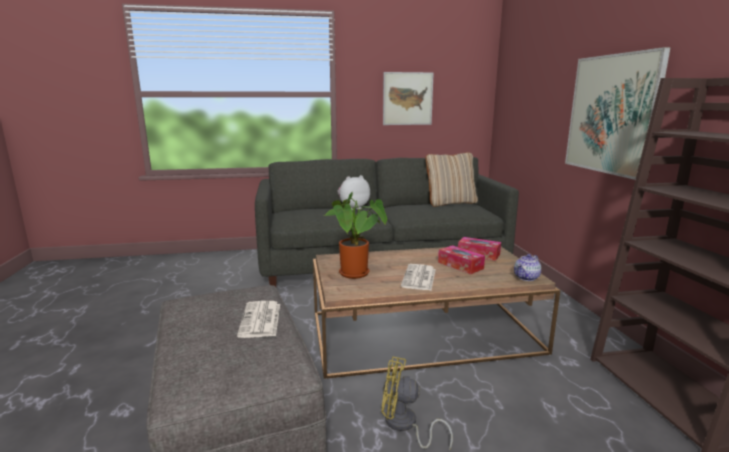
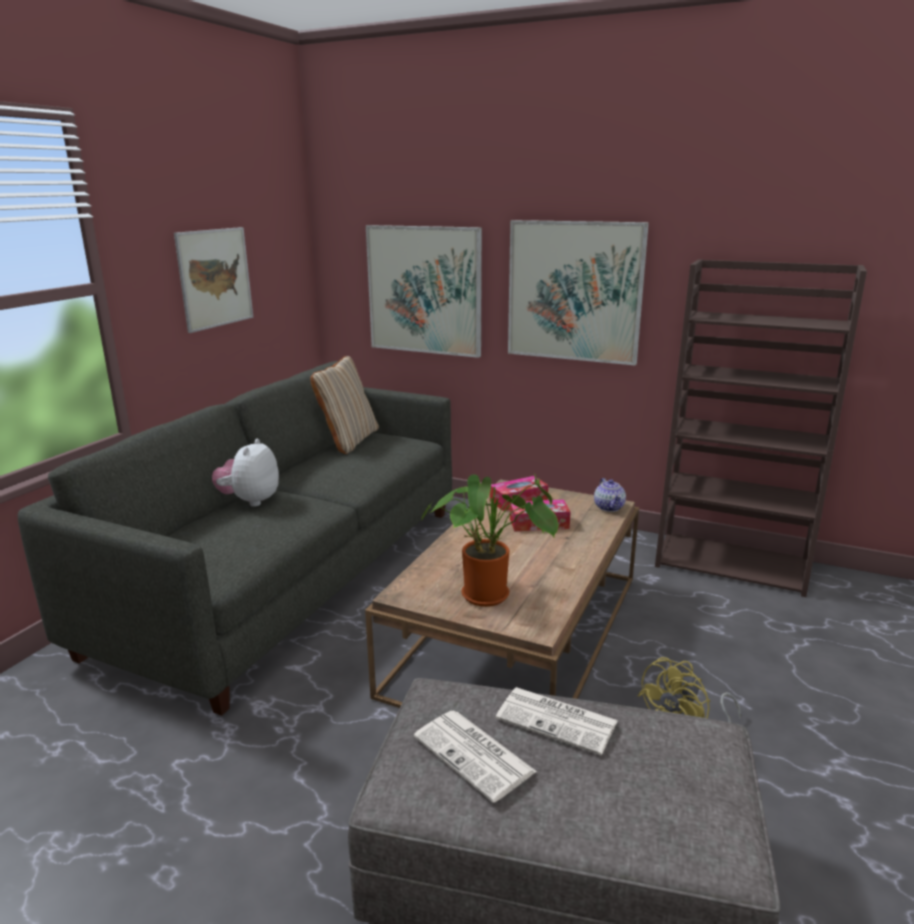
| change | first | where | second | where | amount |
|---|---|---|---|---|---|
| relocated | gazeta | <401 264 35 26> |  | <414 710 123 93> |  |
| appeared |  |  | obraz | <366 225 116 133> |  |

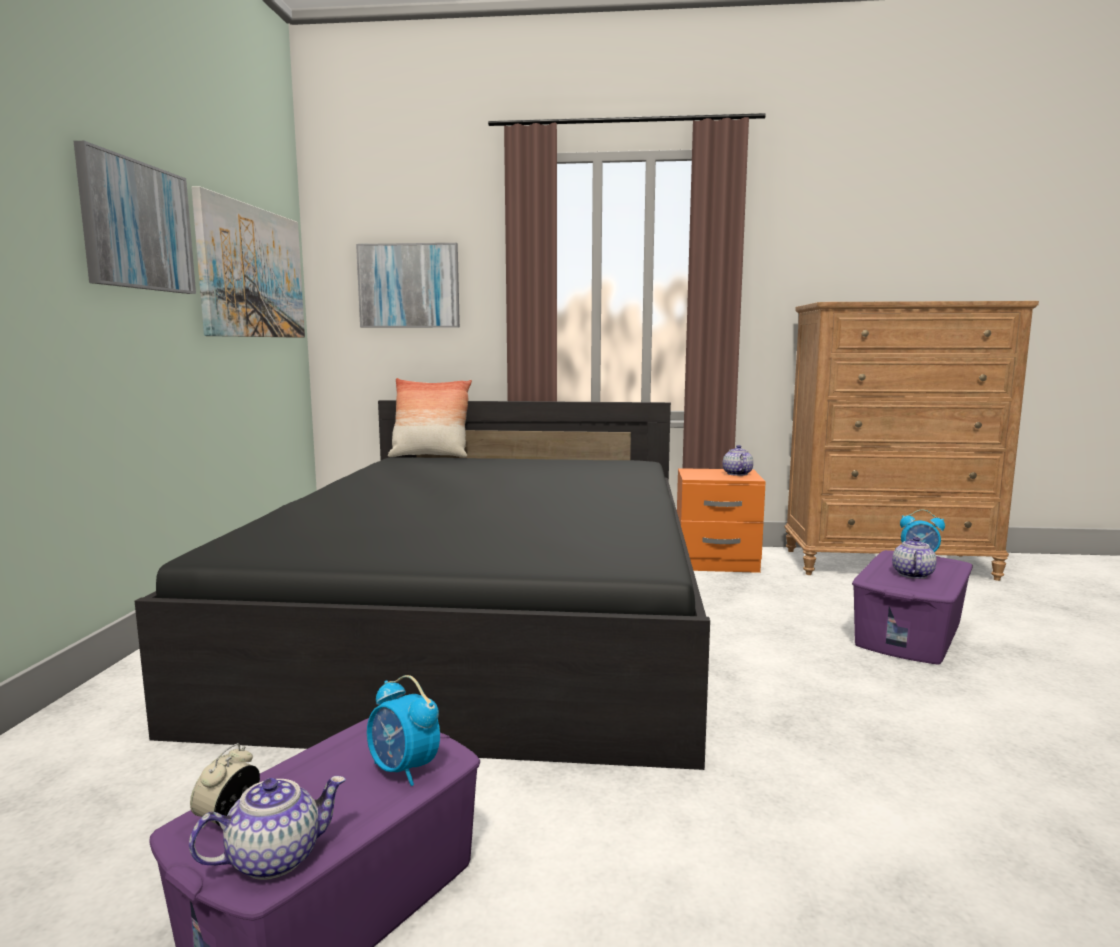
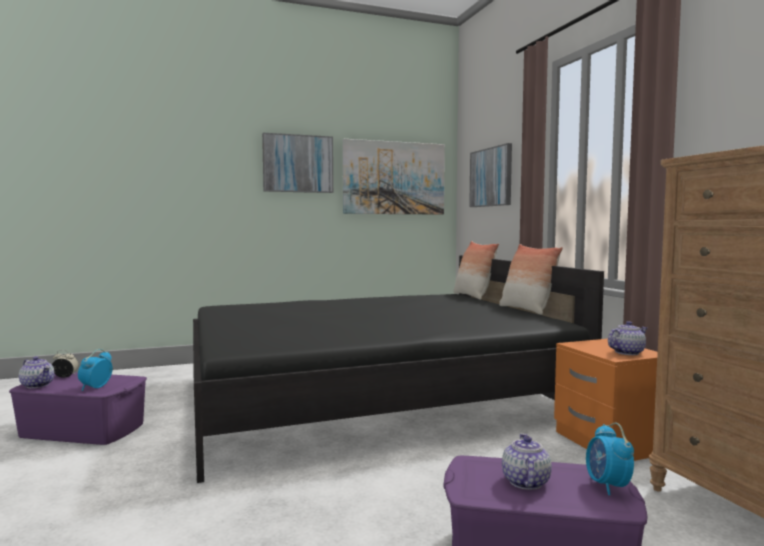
| change | first | where | second | where | amount |
|---|---|---|---|---|---|
| spun | imbryk | <892 537 45 42> |  | <502 433 50 57> | 75 degrees counterclockwise |
| appeared |  |  | poduszka | <499 244 64 71> |  |

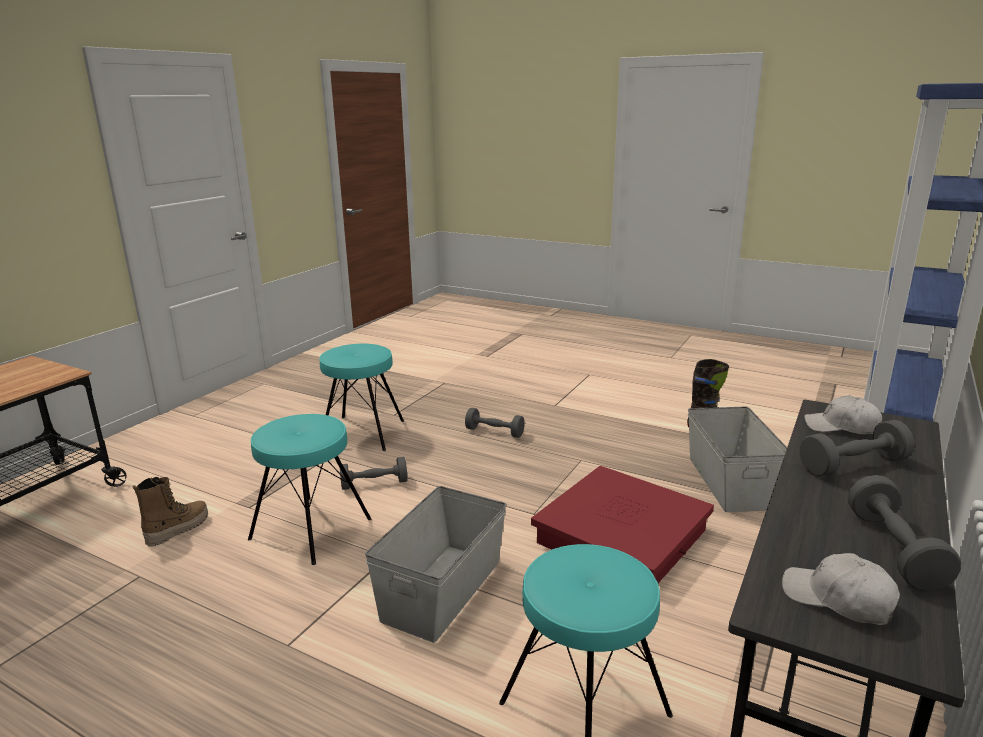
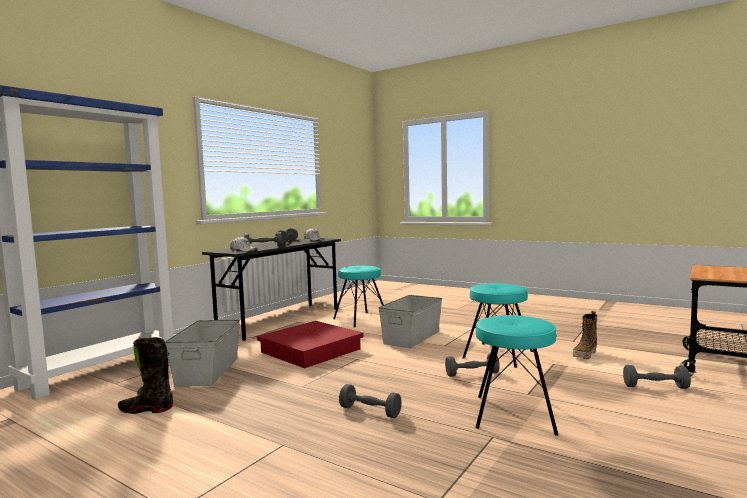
| change | first | where | second | where | amount |
|---|---|---|---|---|---|
| appeared |  |  | hantel [szary] | <623 365 68 24> |  |

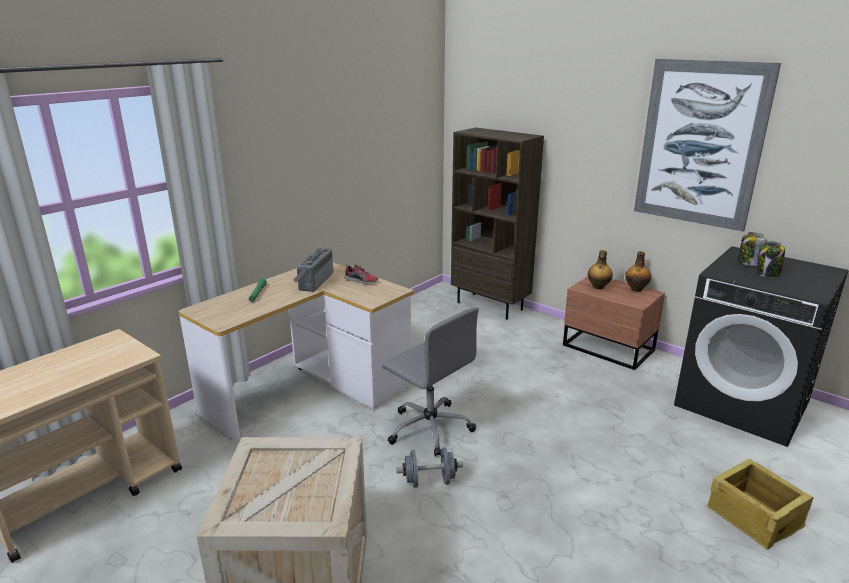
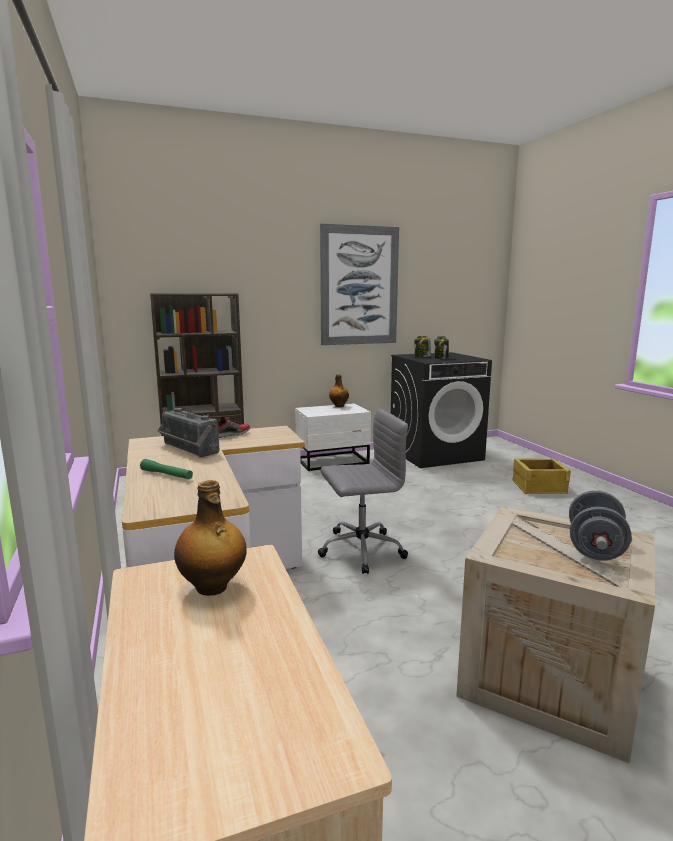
| change | first | where | second | where | amount |
|---|---|---|---|---|---|
| relocated | butelka | <588 250 25 39> |  | <174 480 73 116> |  |
| colour | szafka nocna [brązowy] | <563 276 102 94> | szafka nocna [biały] | <295 403 76 68> |  |
| relocated | hantel [szary] | <397 447 66 41> |  | <569 490 63 71> |  |

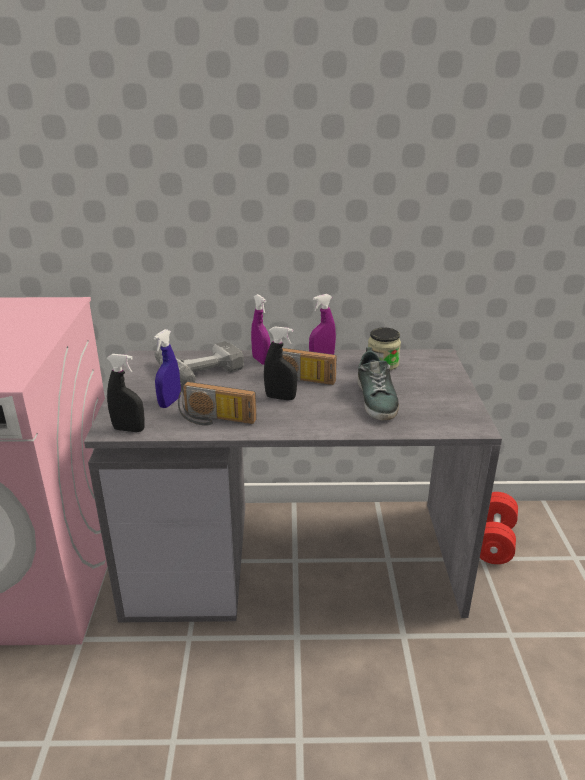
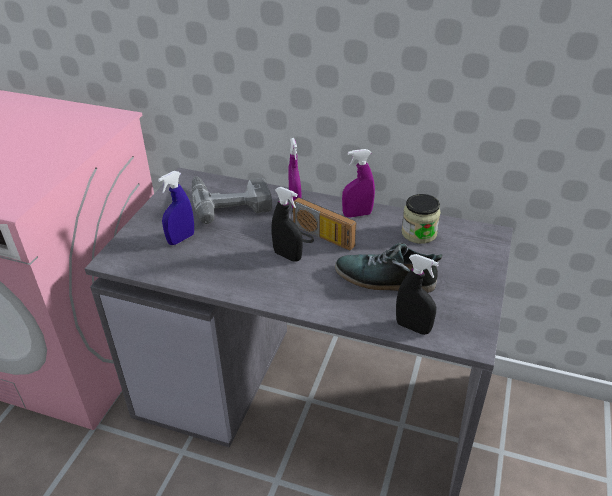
| change | first | where | second | where | amount |
|---|---|---|---|---|---|
| spun | but | <358 347 41 74> |  | <335 243 108 50> | 90 degrees clockwise |
| relocated | spryskiwacz [czarny] | <107 354 38 78> |  | <396 254 43 81> |  |
| missing | radio | <178 382 79 44> |  |  |  |
| missing | hantel [czerwony] | <480 492 38 72> |  |  |  |

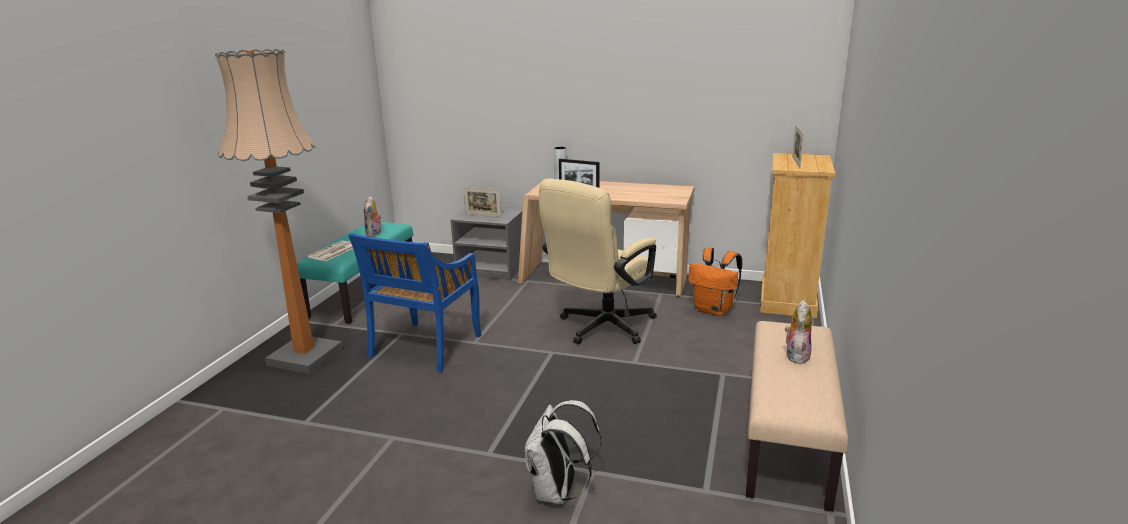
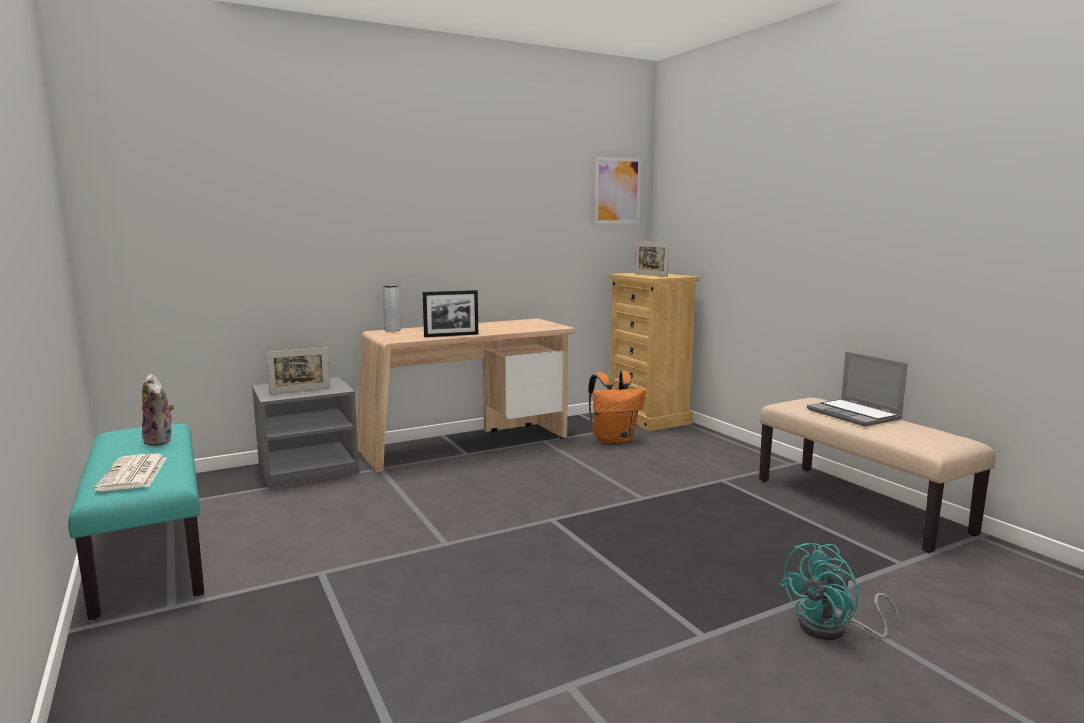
| change | first | where | second | where | amount |
|---|---|---|---|---|---|
| missing | lampa stojąca | <215 49 128 325> |  |  |  |
| missing | krzesło biurowe [beżowy] | <539 179 118 166> |  |  |  |
| missing | krzesło [niebieski] | <348 233 133 139> |  |  |  |
| exchanged | pluszak | <785 300 27 65> | laptop | <807 352 101 75> |  |
| exchanged | plecak [biały] | <525 400 76 104> | wentylator [turkusowy] | <779 543 121 97> |  |
| appeared |  |  | obraz | <595 157 46 66> |  |

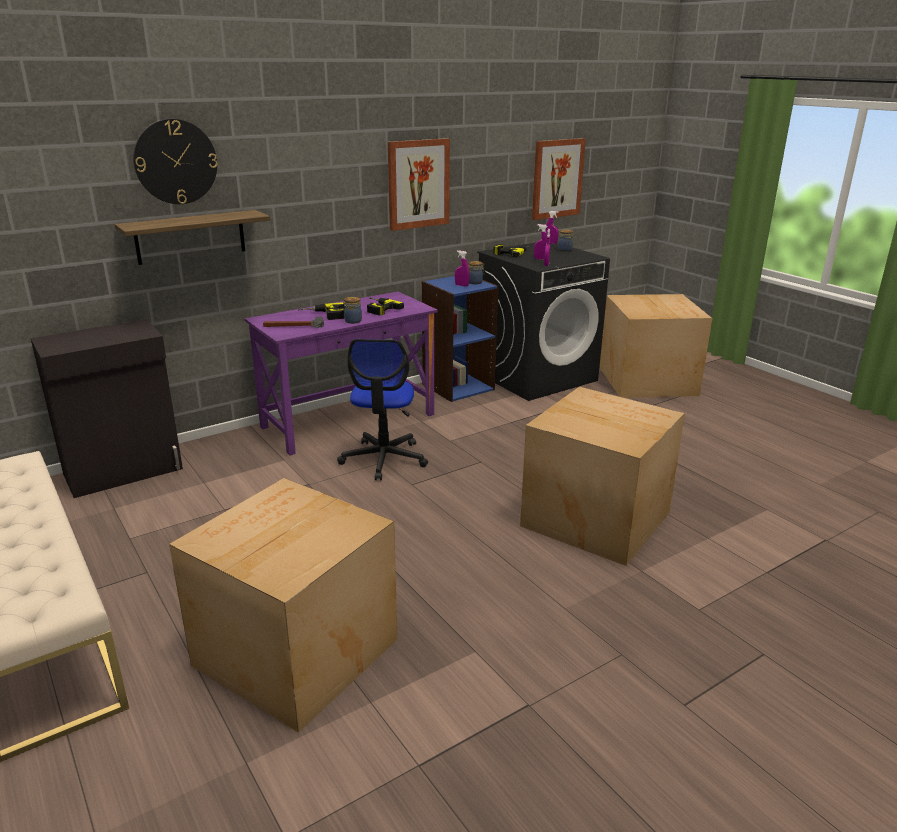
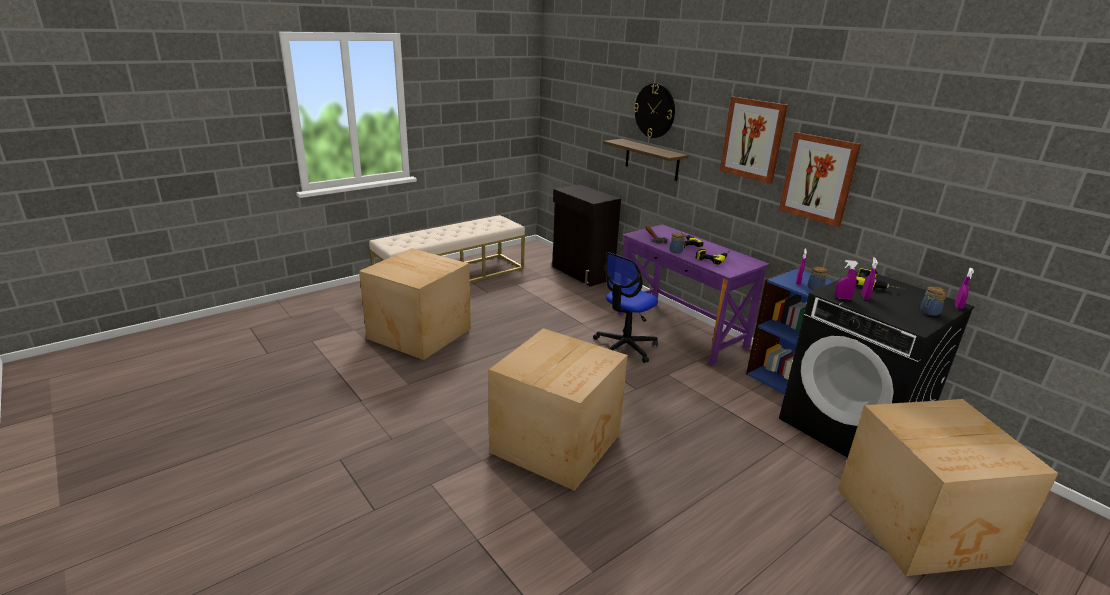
| change | first | where | second | where | amount |
|---|---|---|---|---|---|
| relocated | obraz | <532 138 54 82> |  | <720 97 68 87> |  |
| spun | krzesło biurowe | <337 339 91 141> |  | <593 252 65 111> | 45 degrees counterclockwise |

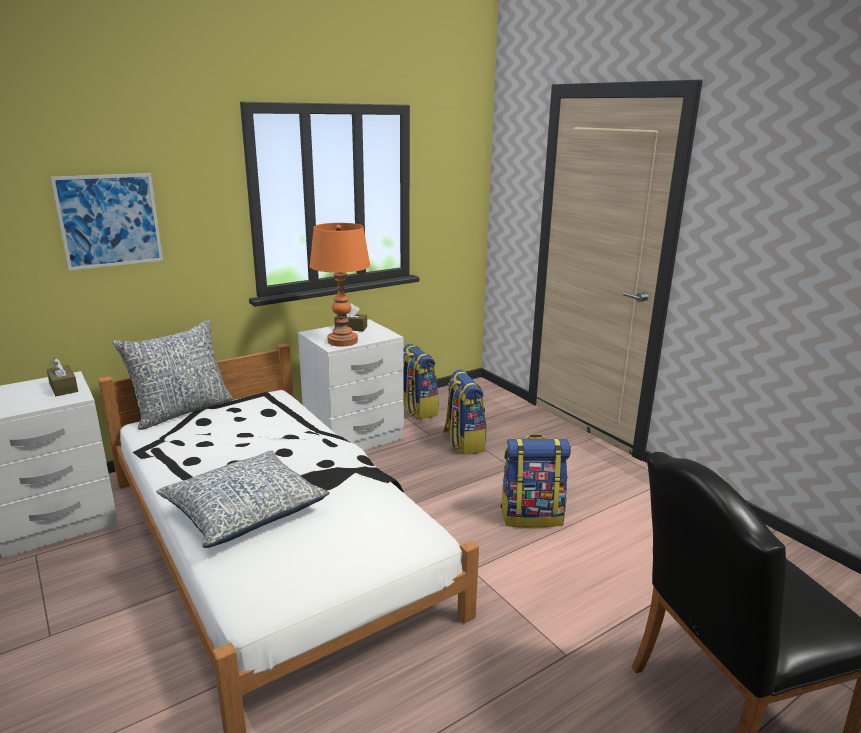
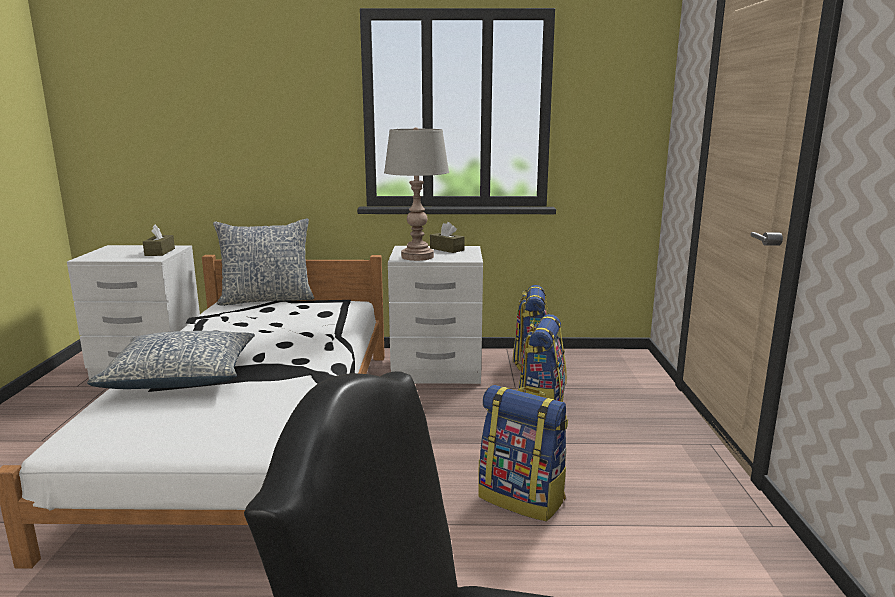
| change | first | where | second | where | amount |
|---|---|---|---|---|---|
| missing | obraz | <51 173 112 98> |  |  |  |
| colour | lampa stołowa [pomarańczowy] | <309 223 62 123> | lampa stołowa [szary] | <384 127 65 134> |  |

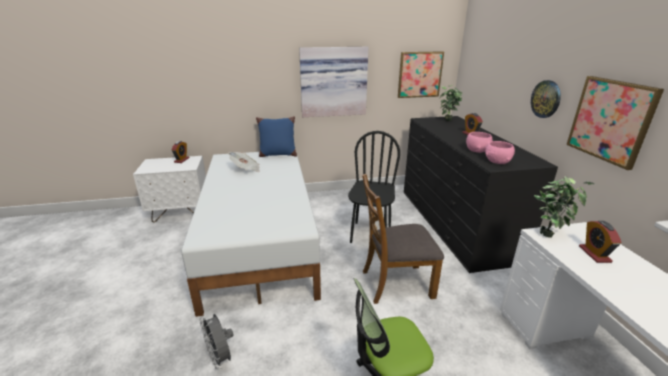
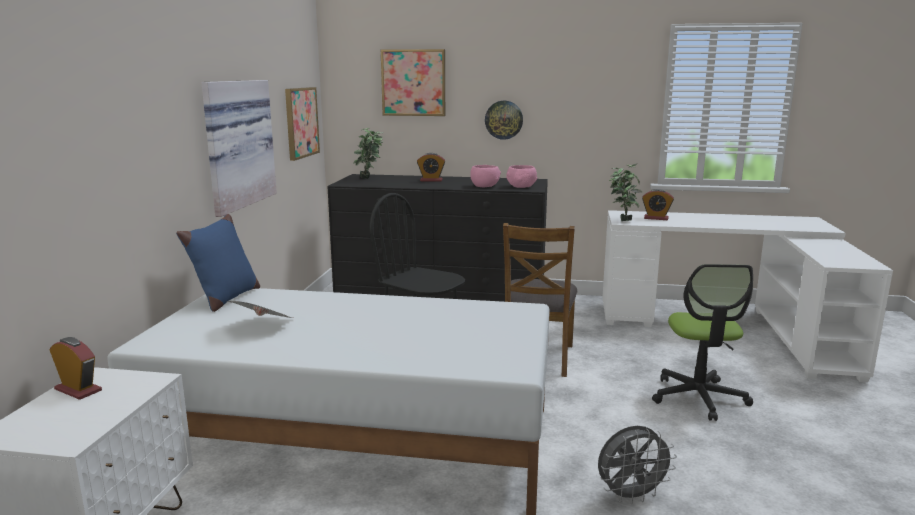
| change | first | where | second | where | amount |
|---|---|---|---|---|---|
| relocated | obraz | <566 76 98 94> |  | <381 49 64 67> |  |

